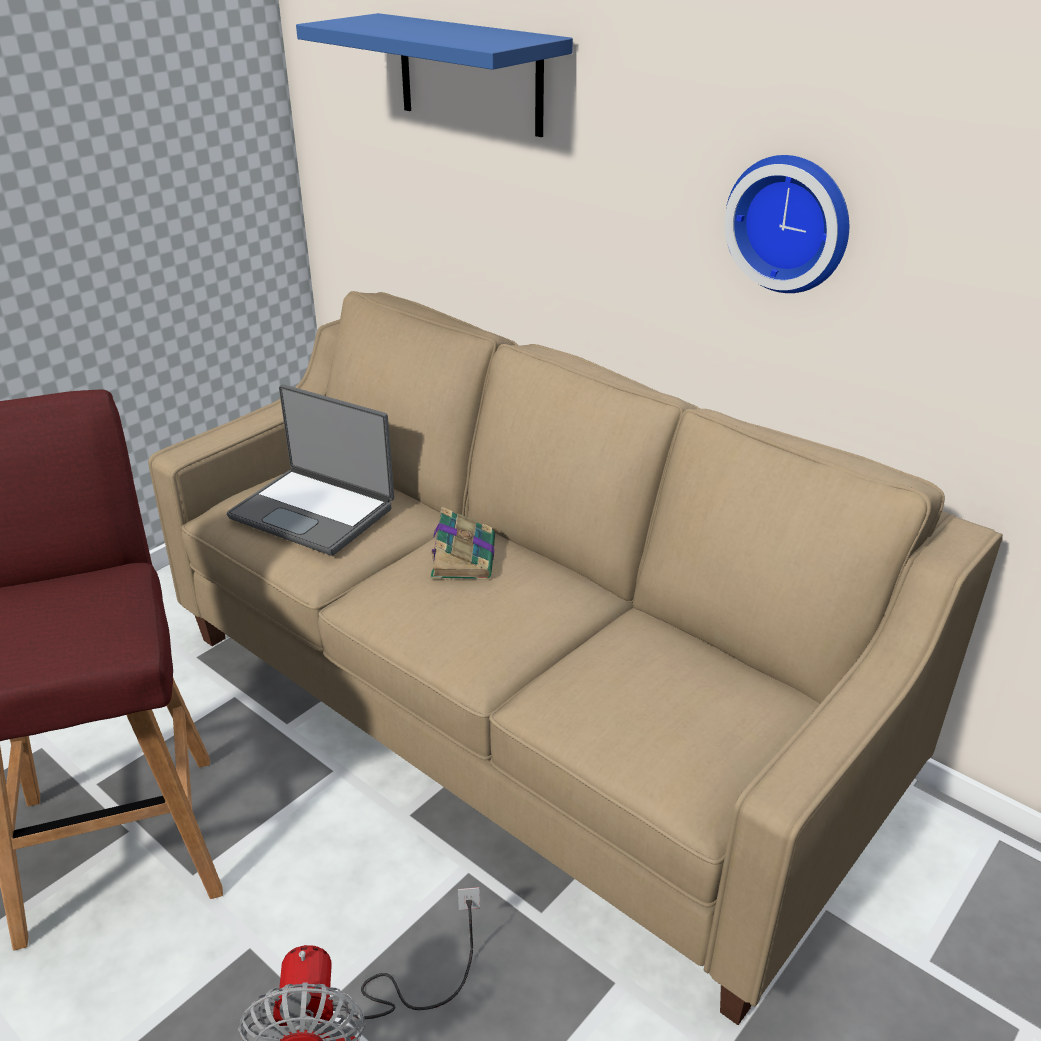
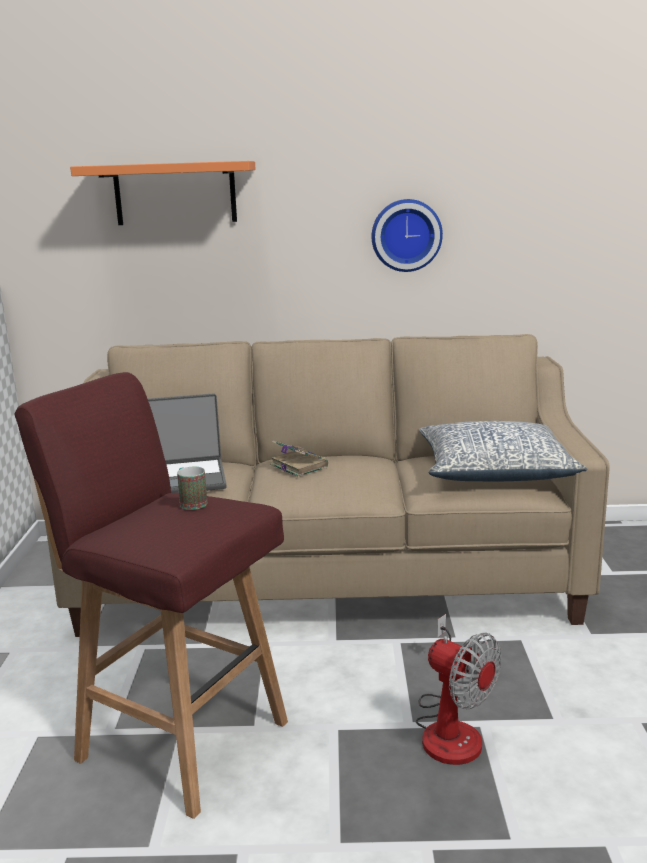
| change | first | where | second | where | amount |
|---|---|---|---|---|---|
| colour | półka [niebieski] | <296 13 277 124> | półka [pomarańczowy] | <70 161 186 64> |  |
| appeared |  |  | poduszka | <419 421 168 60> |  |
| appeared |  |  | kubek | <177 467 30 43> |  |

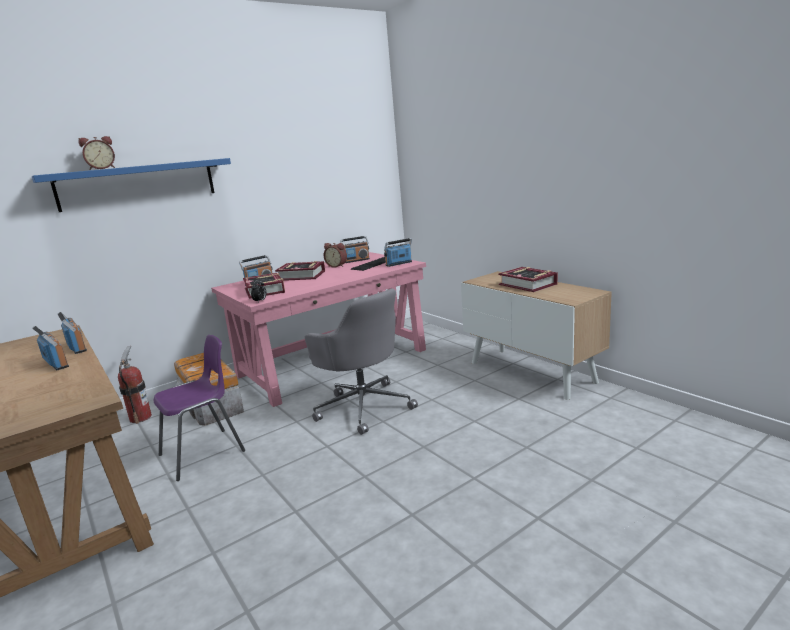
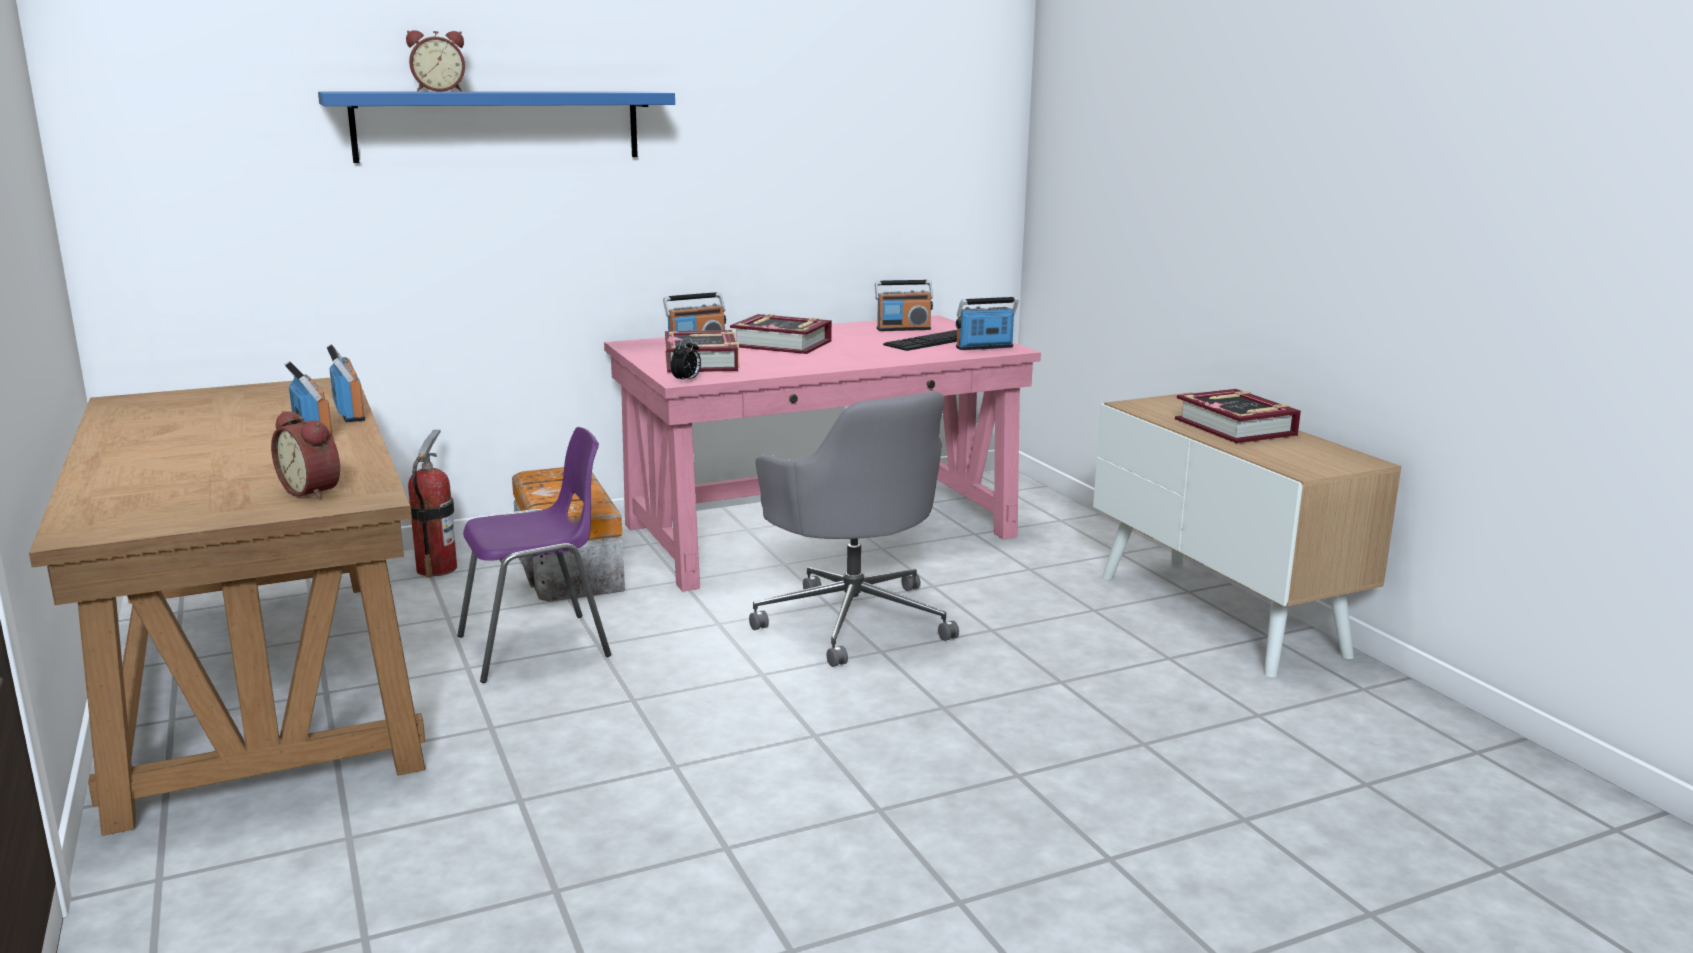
| change | first | where | second | where | amount |
|---|---|---|---|---|---|
| relocated | budzik | <324 243 23 25> |  | <271 411 69 89> |  |

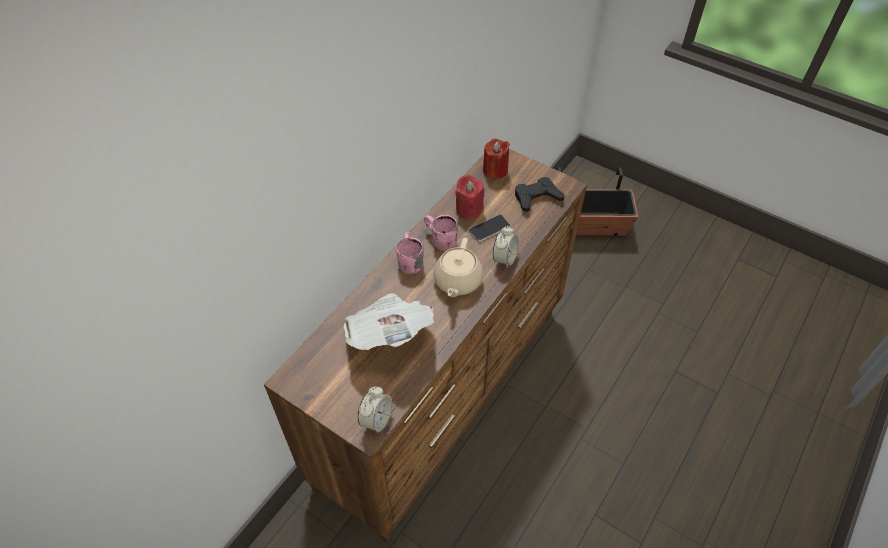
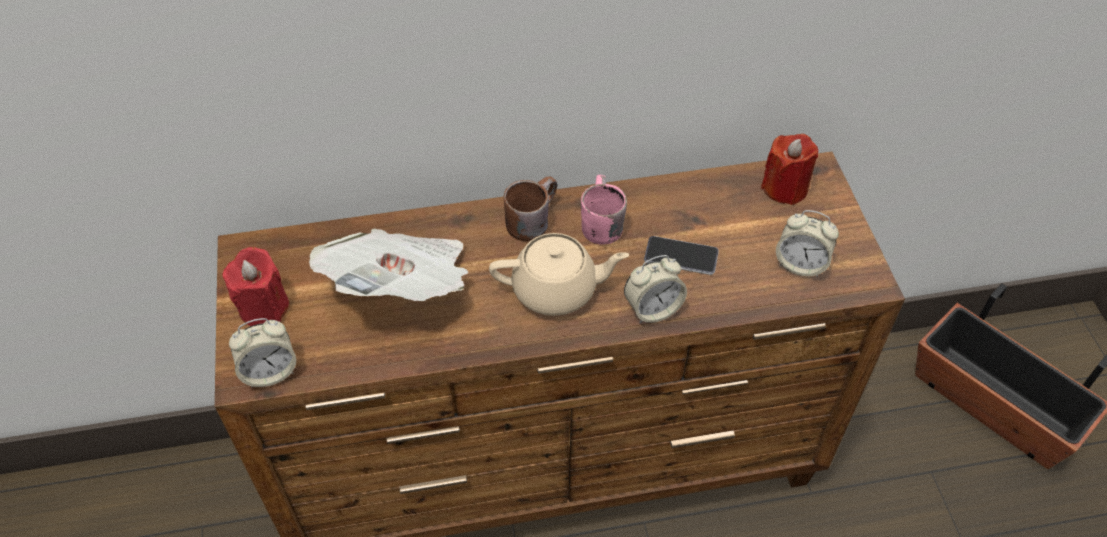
| change | first | where | second | where | amount |
|---|---|---|---|---|---|
| relocated | świeca [czerwony] | <455 175 29 43> |  | <223 247 66 79> |  |
| exchanged | pad do gier [czarny] | <515 177 50 35> | budzik | <776 210 63 67> |  |
| colour | kubek [różowy] | <396 232 28 42> | kubek [brązowy] | <504 176 53 65> |  |
| spun | imbryk [beżowy] | <433 238 50 59> |  | <489 233 140 83> | 150 degrees counterclockwise |

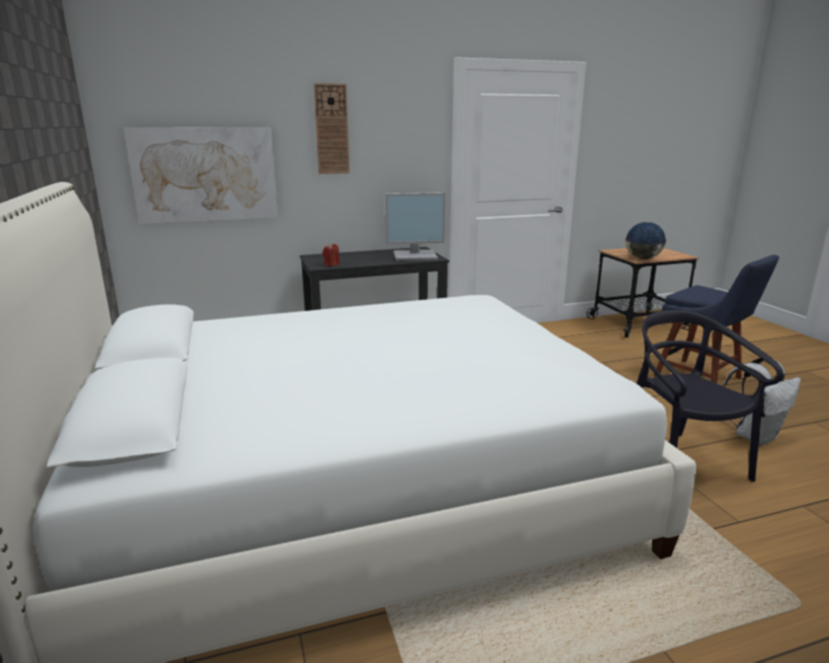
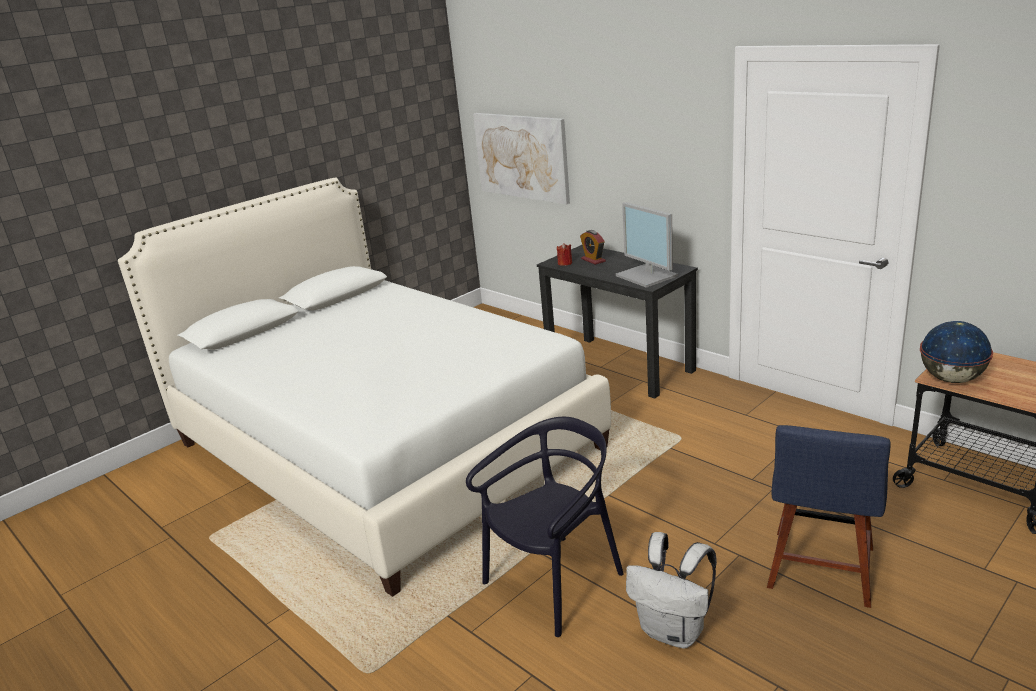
| change | first | where | second | where | amount |
|---|---|---|---|---|---|
| missing | zegar ścienny | <314 83 36 91> |  |  |  |
| appeared |  |  | budzik | <580 230 26 35> |  |

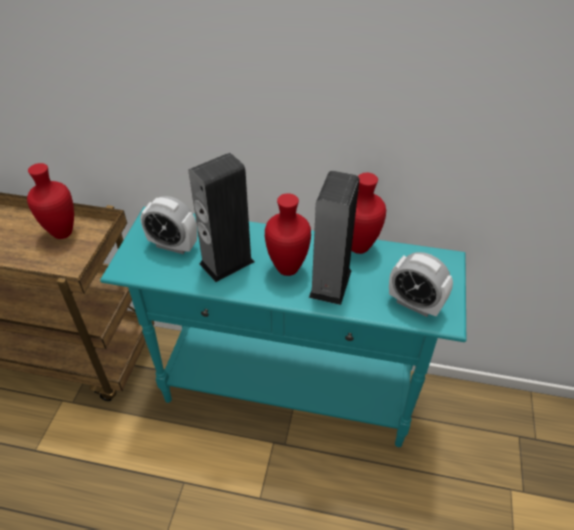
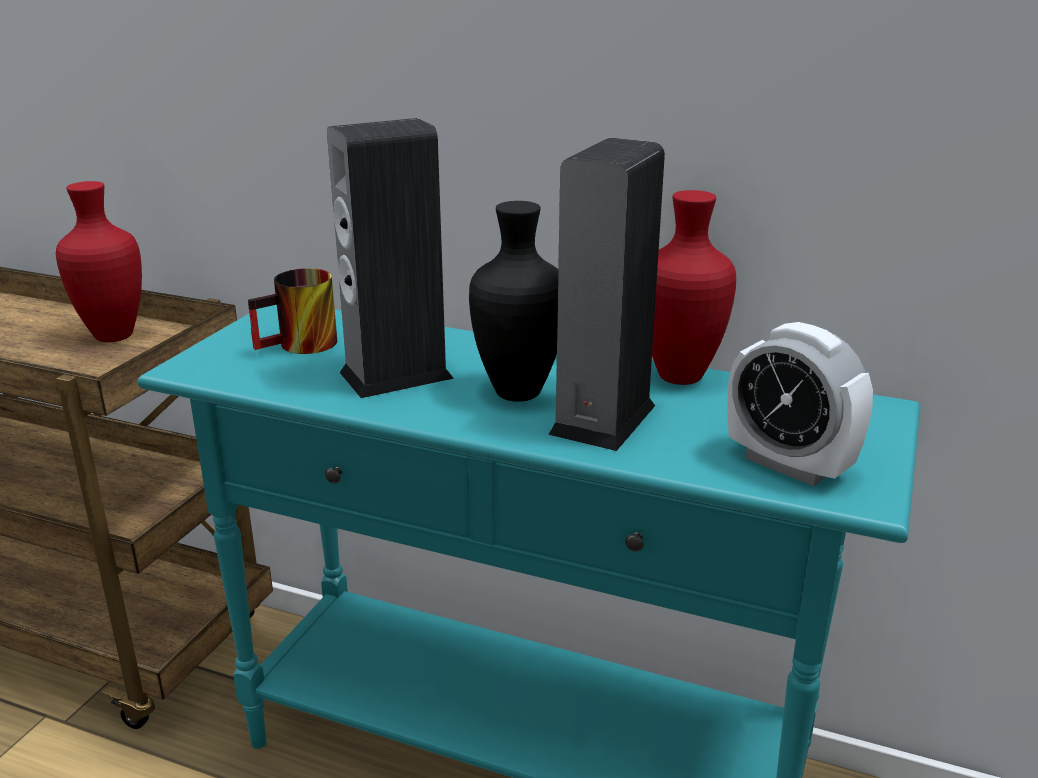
| change | first | where | second | where | amount |
|---|---|---|---|---|---|
| colour | wazon [czerwony] | <265 193 46 83> | wazon [czarny] | <469 201 89 201> |  |
| exchanged | budzik | <140 196 57 58> | kubek | <248 268 89 86> |  |

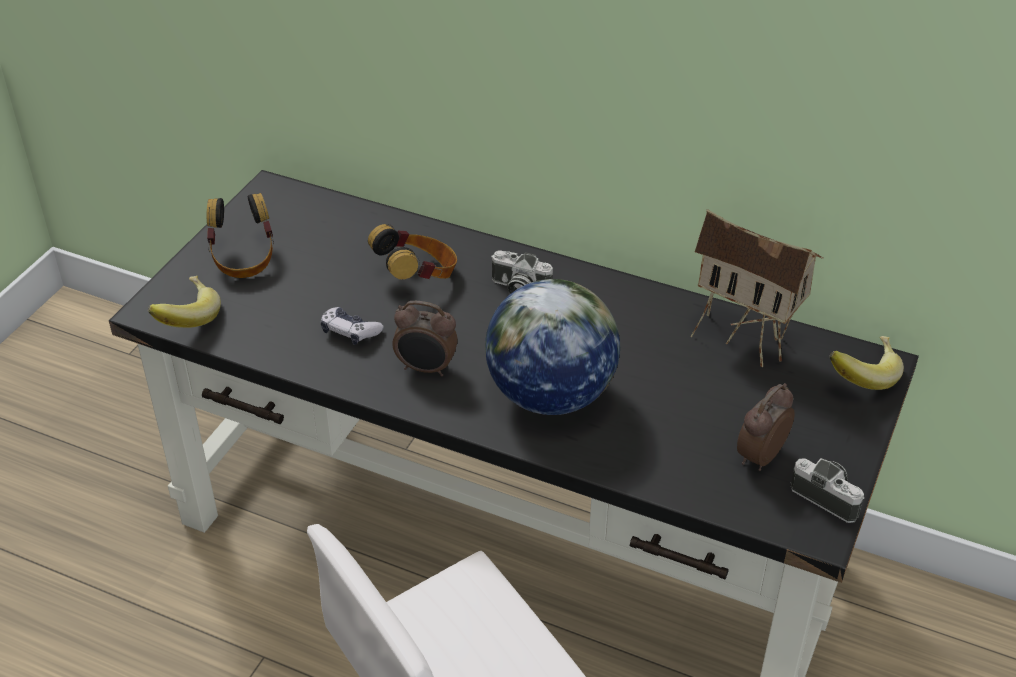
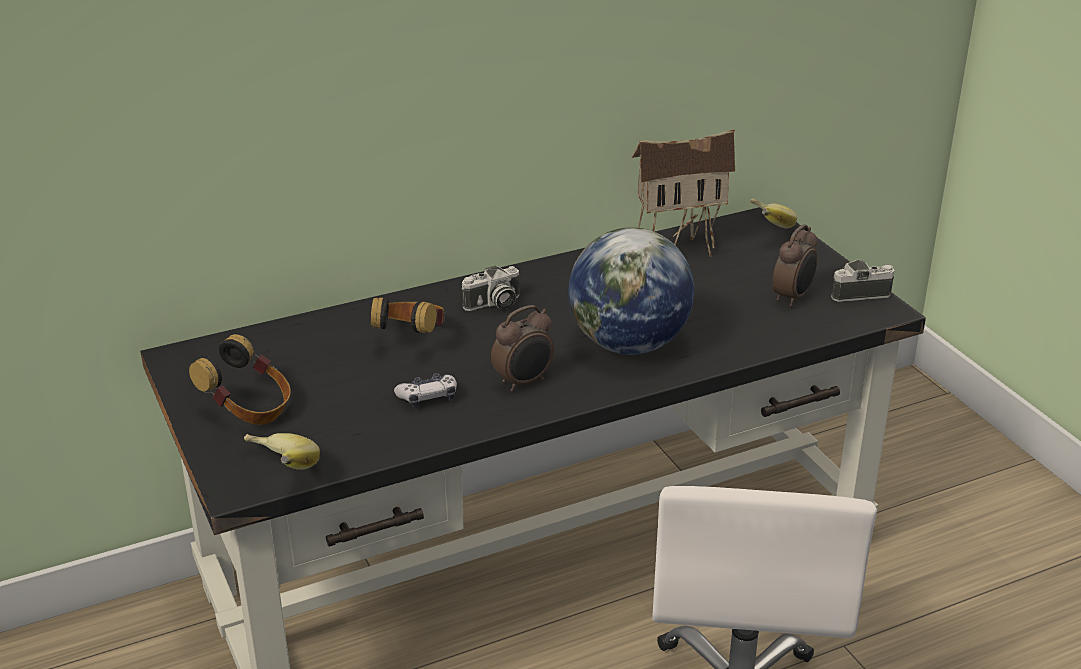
| change | first | where | second | where | amount |
|---|---|---|---|---|---|
| spun | budzik | <737 383 58 88> |  | <772 224 45 83> | 135 degrees counterclockwise |

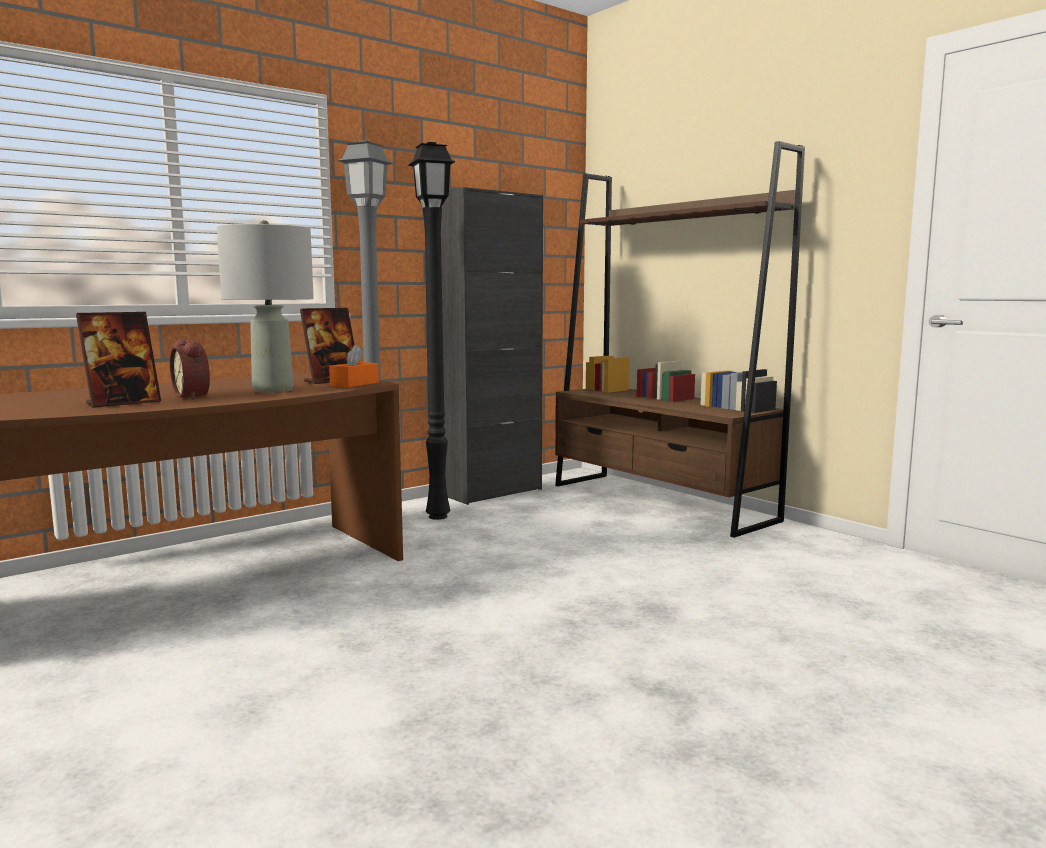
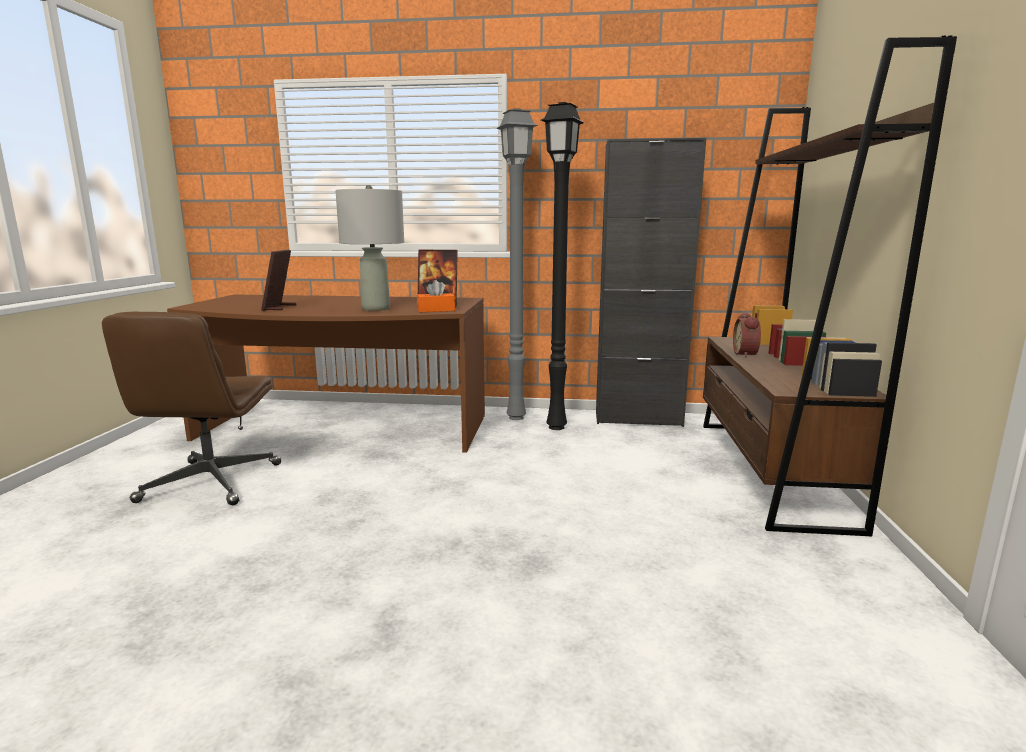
| change | first | where | second | where | amount |
|---|---|---|---|---|---|
| spun | ramka na zdjęcie | <76 312 85 96> |  | <261 250 36 61> | 90 degrees clockwise |
| relocated | budzik | <170 339 40 60> |  | <733 312 28 46> |  |
| appeared |  |  | krzesło biurowe [brązowy] | <102 312 179 193> |  |

